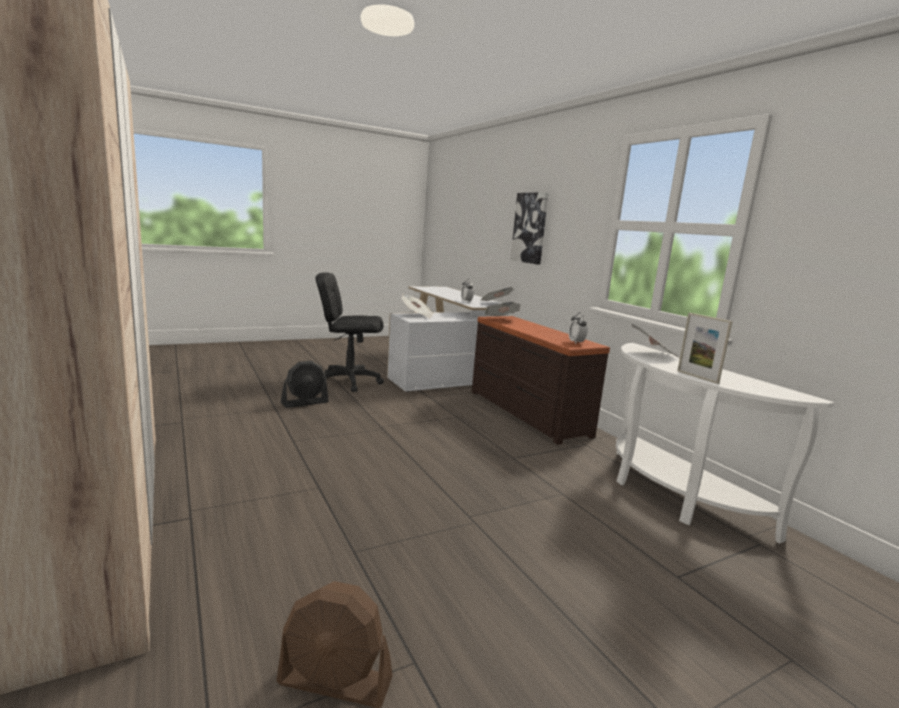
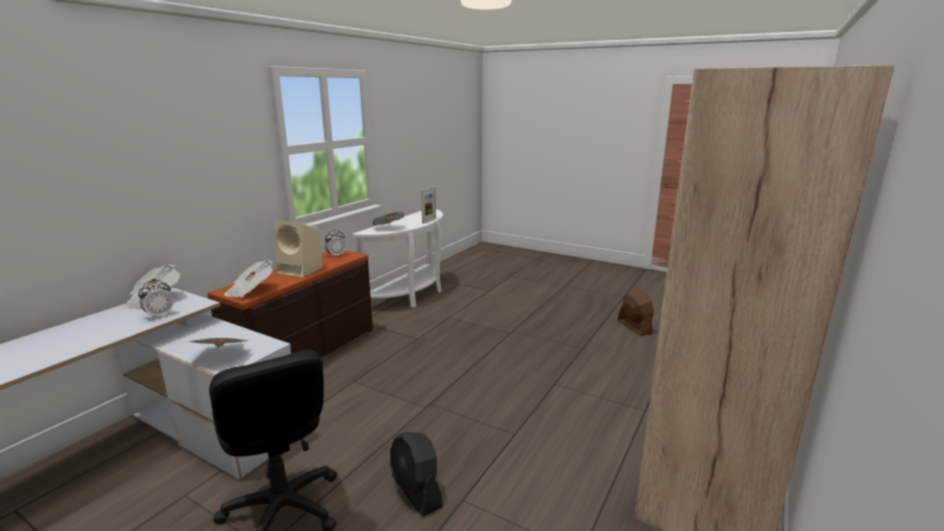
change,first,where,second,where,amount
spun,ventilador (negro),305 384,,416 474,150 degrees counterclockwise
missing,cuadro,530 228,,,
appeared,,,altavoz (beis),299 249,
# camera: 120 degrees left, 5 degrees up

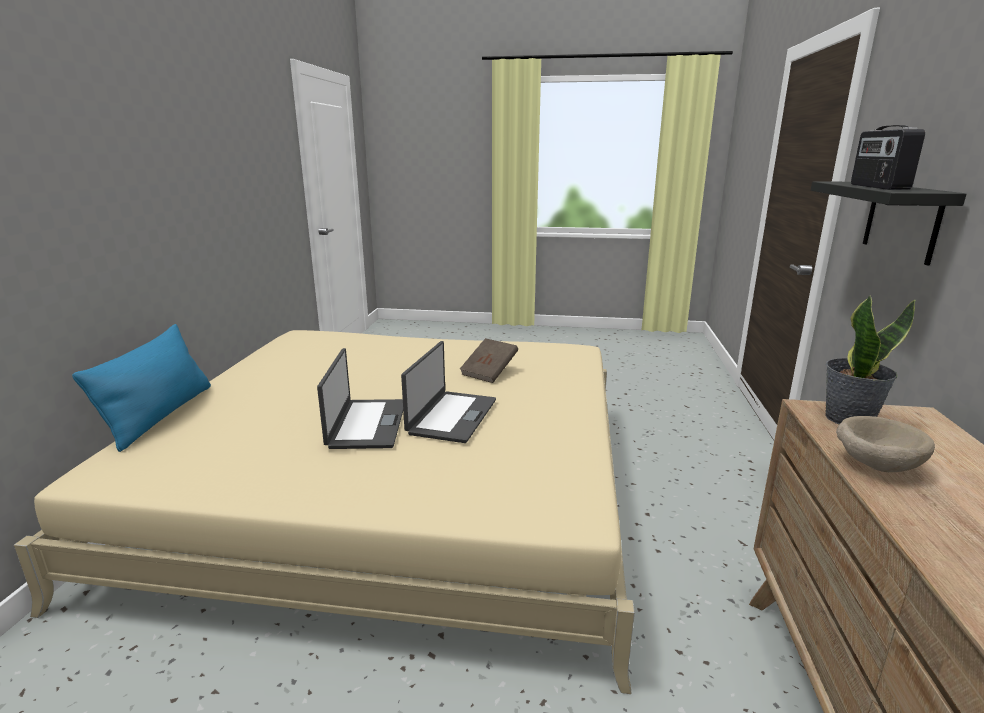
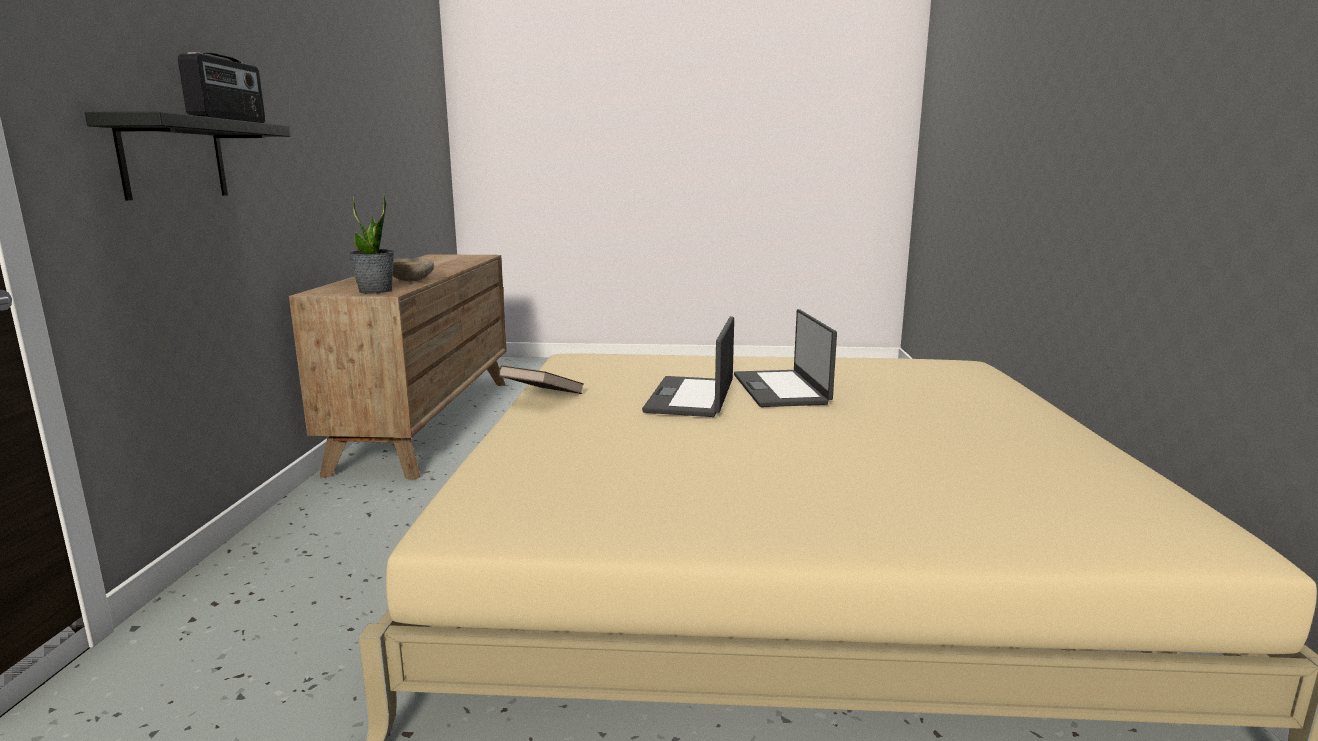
change,first,where,second,where,amount
missing,cojín (azul),141 388,,,
relocated,libro (marrón),489 360,,541 379,
# camera: 175 degrees right, 5 degrees down

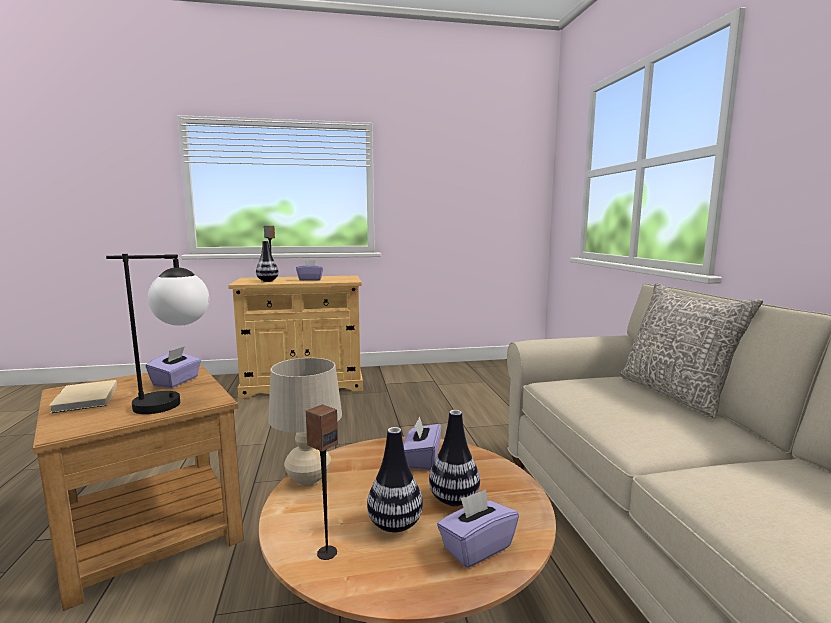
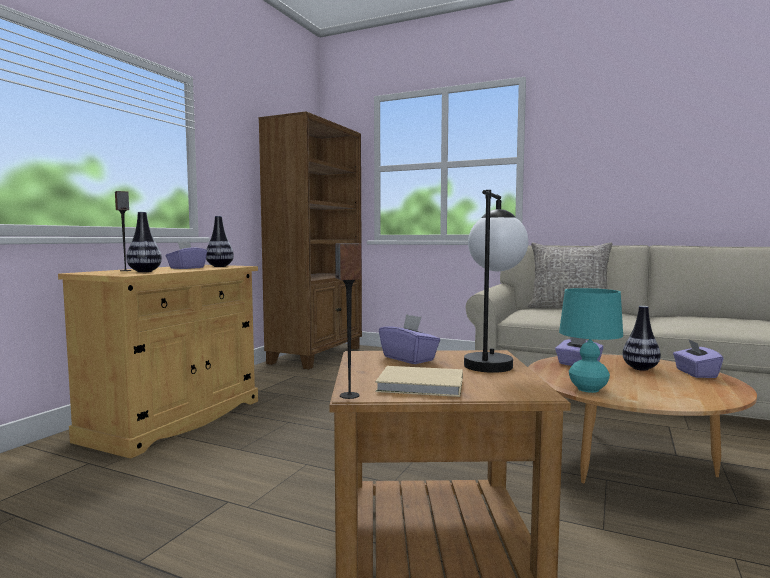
change,first,where,second,where,amount
colour,lámpara de mesa (beis),305 422,lámpara de mesa (turquesa),591 340,
relocated,altavoz,322 482,,348 321,
relocated,florero,395 480,,220 241,
appeared,,,estantería (marrón),310 240,
# camera: 55 degrees left, 5 degrees down

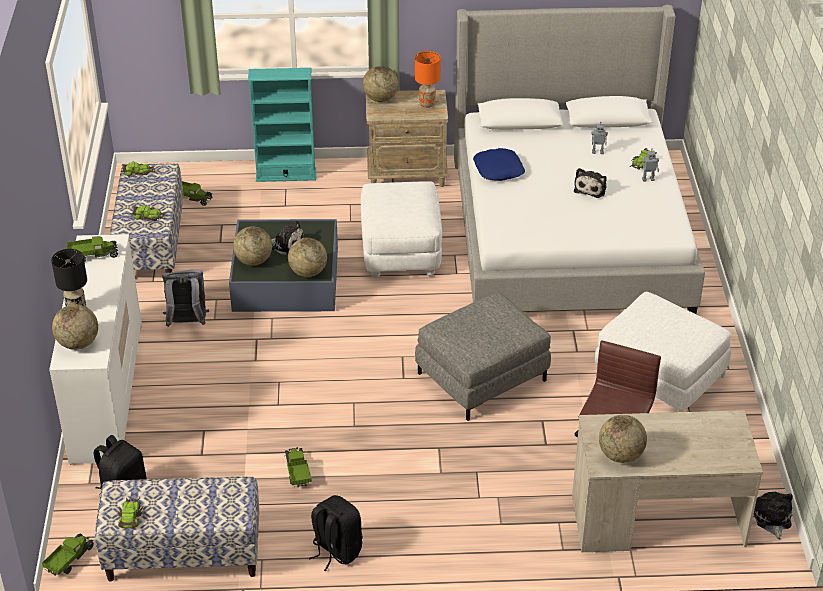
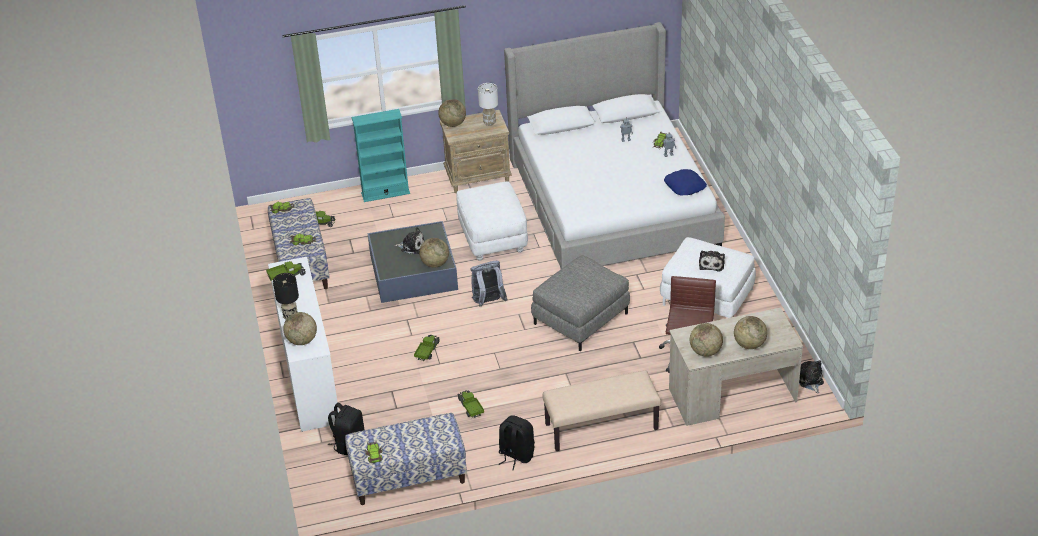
change,first,where,second,where,amount
relocated,camión de juguete,68 554,,427 348,
relocated,mochila (gris),185 298,,489 284,
relocated,globo terráqueo,252 246,,750 332,
colour,lámpara de mesa (naranja),428 79,lámpara de mesa (blanco),488 104,
relocated,cojín (azul),499 164,,685 182,
relocated,peluche,590 183,,712 261,
appeared,,,banco (beis),602 410,
# camera: 10 degrees left, 0 degrees up

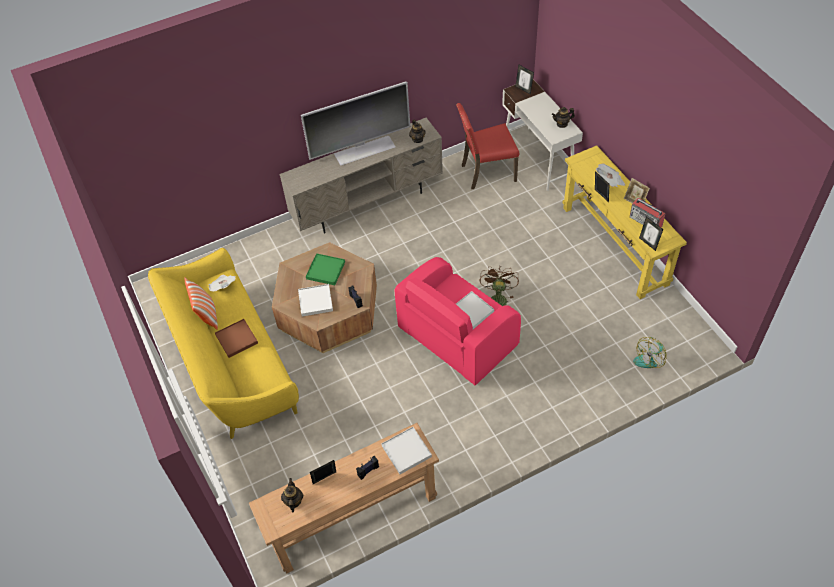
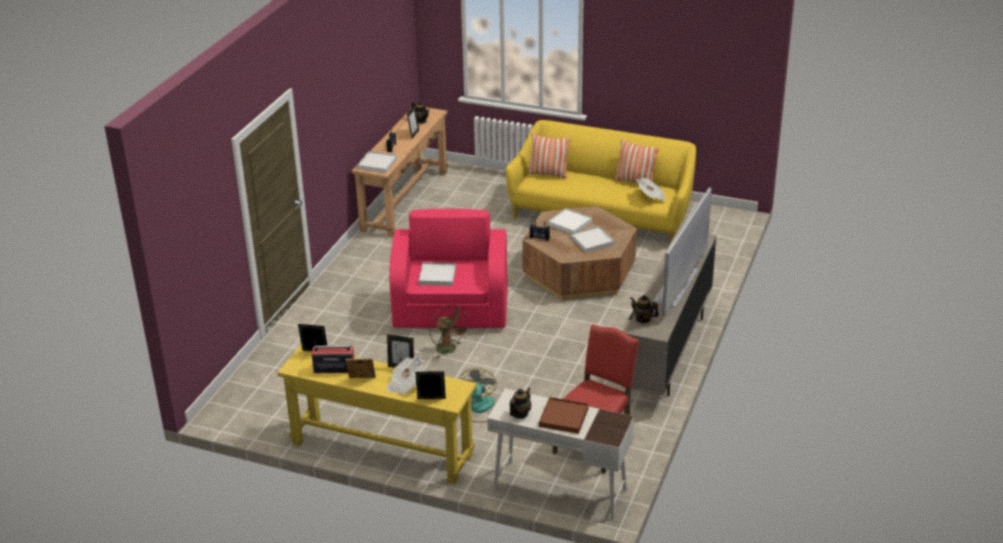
change,first,where,second,where,amount
relocated,bandeja (marrón),236 338,,564 415,
colour,bandeja (verde),325 269,bandeja (blanco),593 239,
relocated,portarretratos,524 79,,430 385,
relocated,ventilador,650 352,,478 395,
appeared,,,cojín,549 155,
# camera: 135 degrees right, 20 degrees down

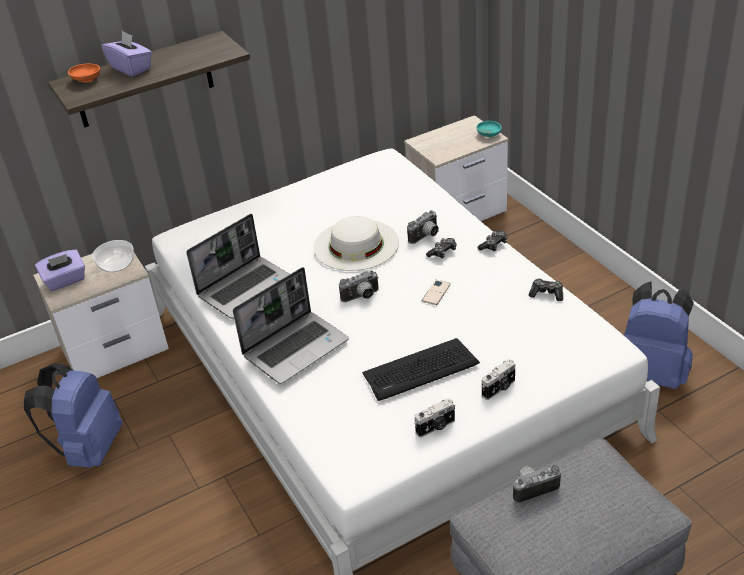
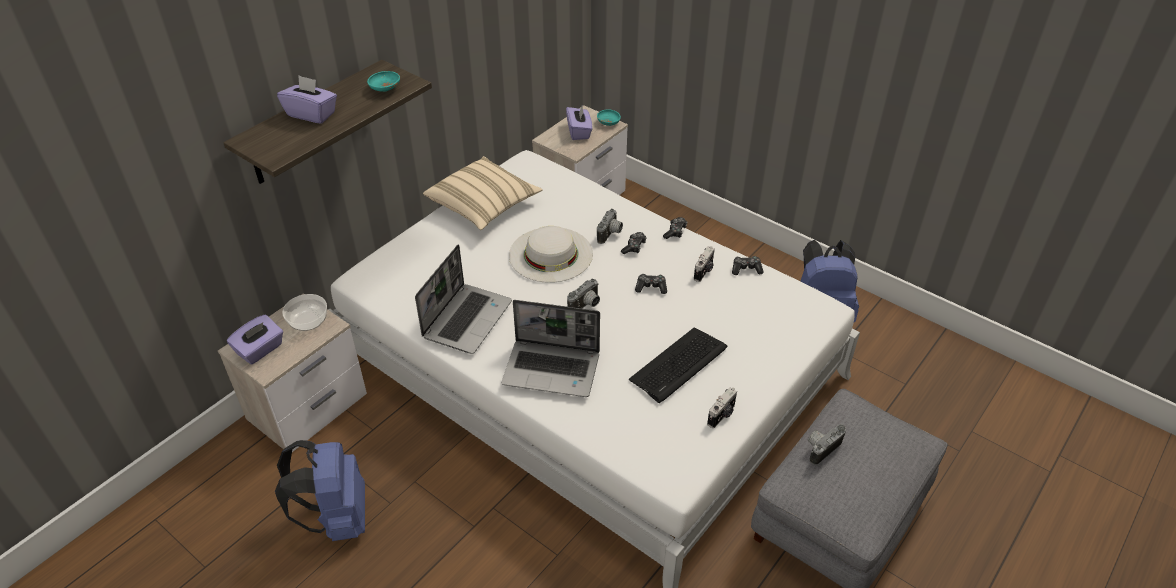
change,first,where,second,where,amount
missing,cuenco (naranja),84 73,,,
spun,portátil,291 325,,551 348,75 degrees clockwise
exchanged,móvil,436 292,mando de consola,651 284,
relocated,cámara,498 379,,704 264,
appeared,,,cuenco (turquesa),383 81,
appeared,,,cojín (beis),483 193,
appeared,,,caja de pañuelos (morado),579 123,
# camera: 25 degrees left, 5 degrees up

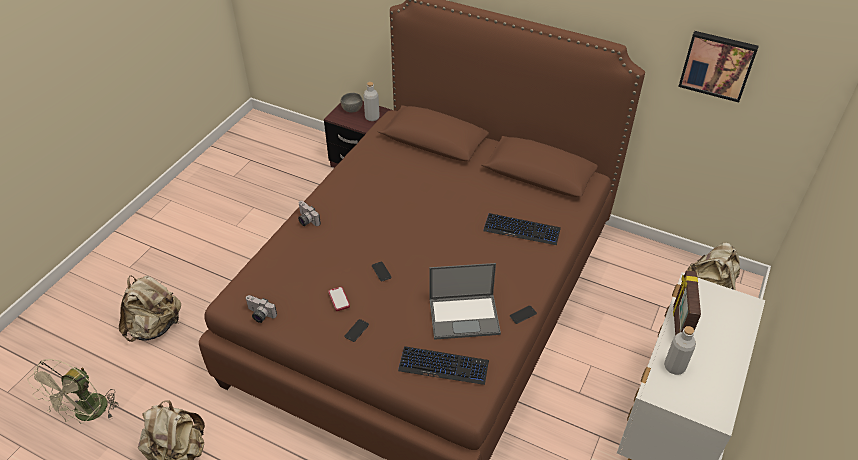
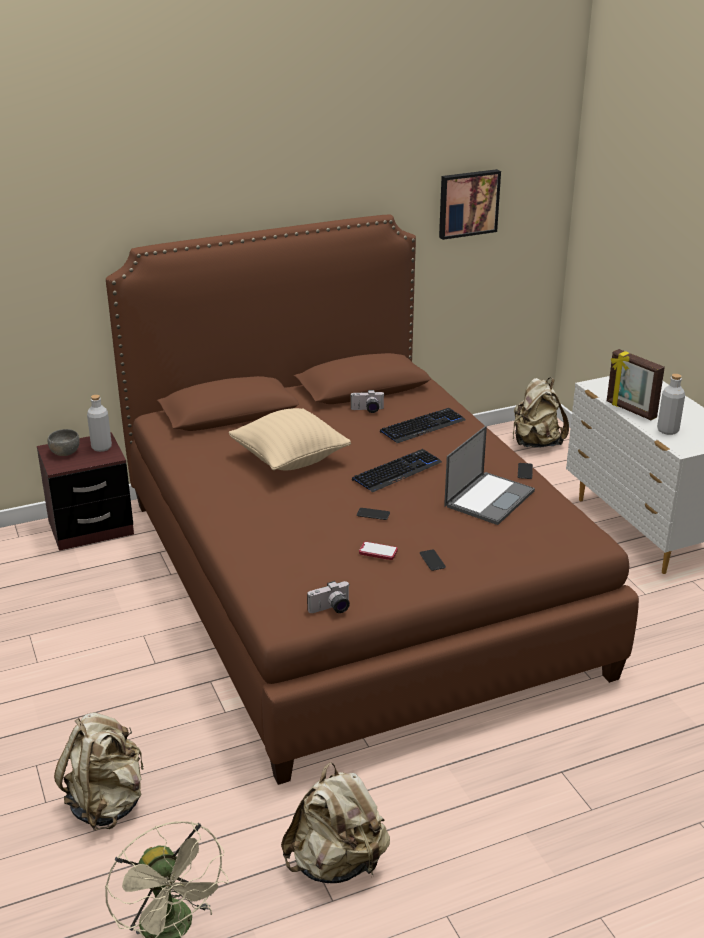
change,first,where,second,where,amount
relocated,cámara,309 213,,368 401,
relocated,teclado,443 365,,397 470,
appeared,,,cojín (beis),289 439,
# camera: 50 degrees left, 15 degrees down

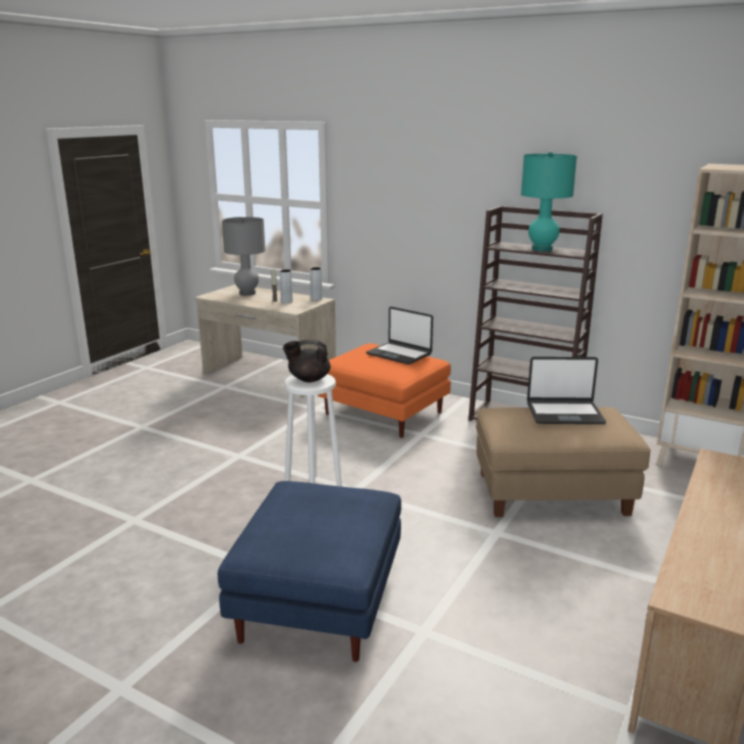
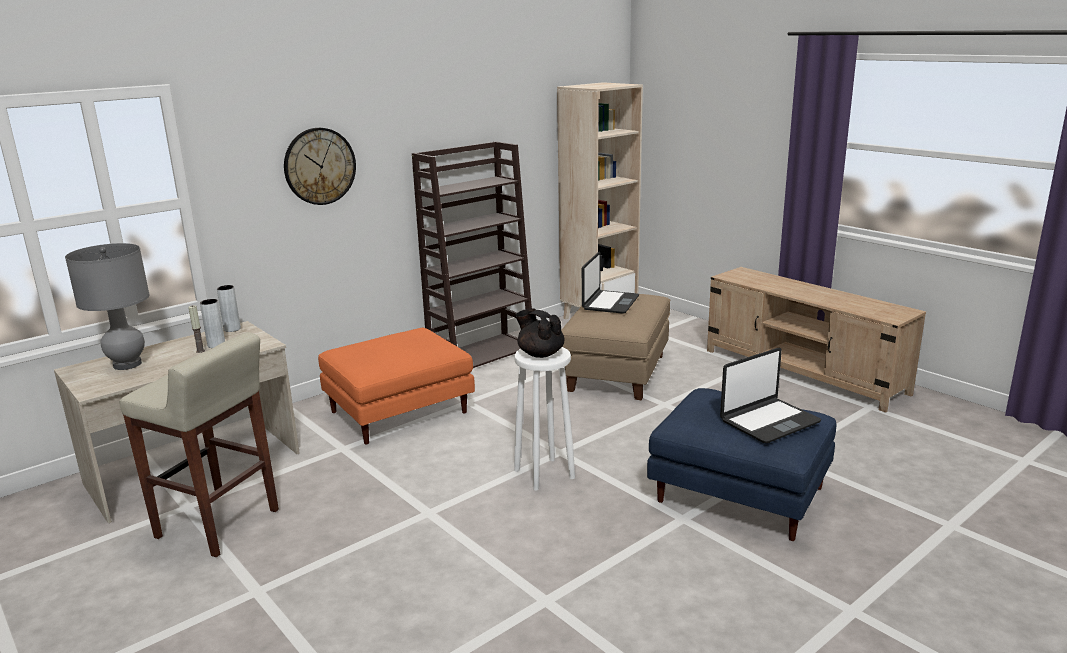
change,first,where,second,where,amount
spun,tetera (negro),307 360,,539 333,120 degrees clockwise
relocated,portátil,399 336,,770 395,
missing,lámpara de mesa (turquesa),549 201,,,
appeared,,,taburete (beis),199 444,
appeared,,,reloj de pared,320 166,
# camera: 70 degrees left, 0 degrees up

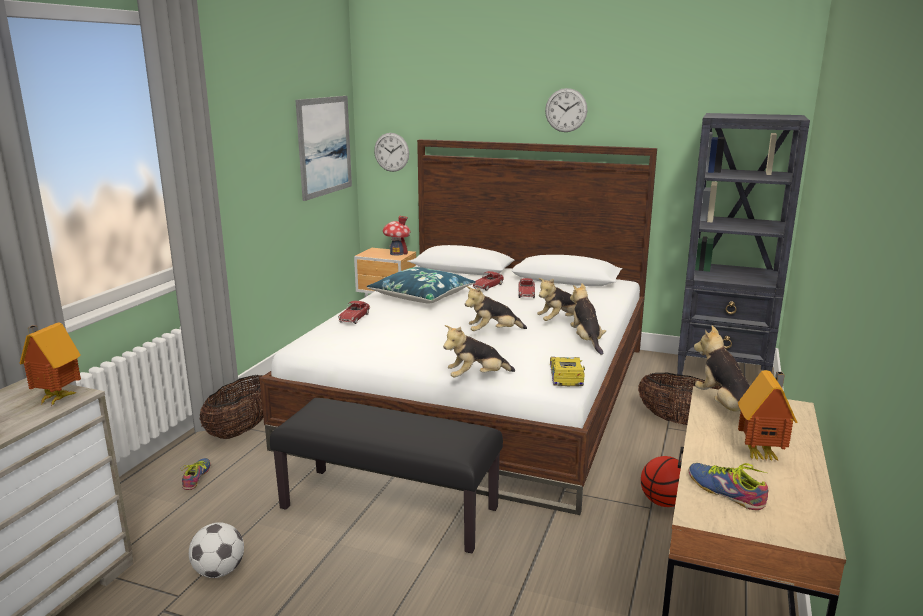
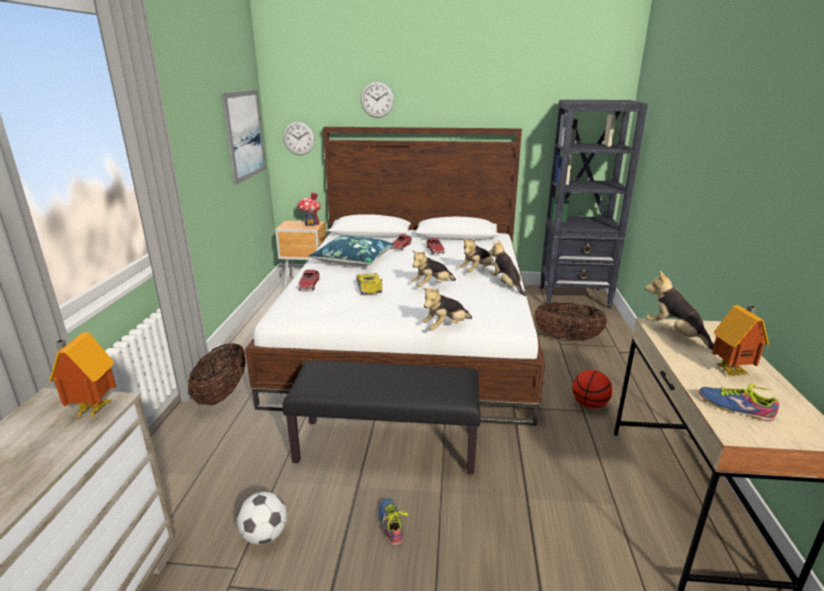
change,first,where,second,where,amount
relocated,zapato,195 474,,393 521,
relocated,reloj de pared,566 110,,377 100,
relocated,coche de juguete,567 371,,369 283,
# camera: 15 degrees left, 5 degrees up

